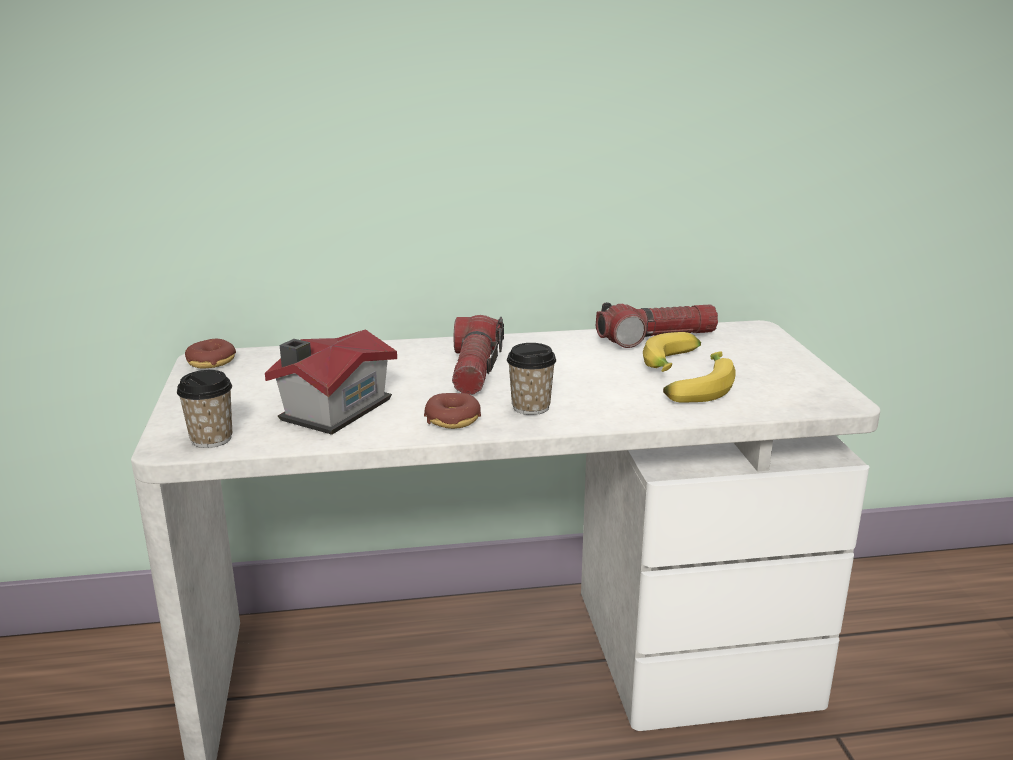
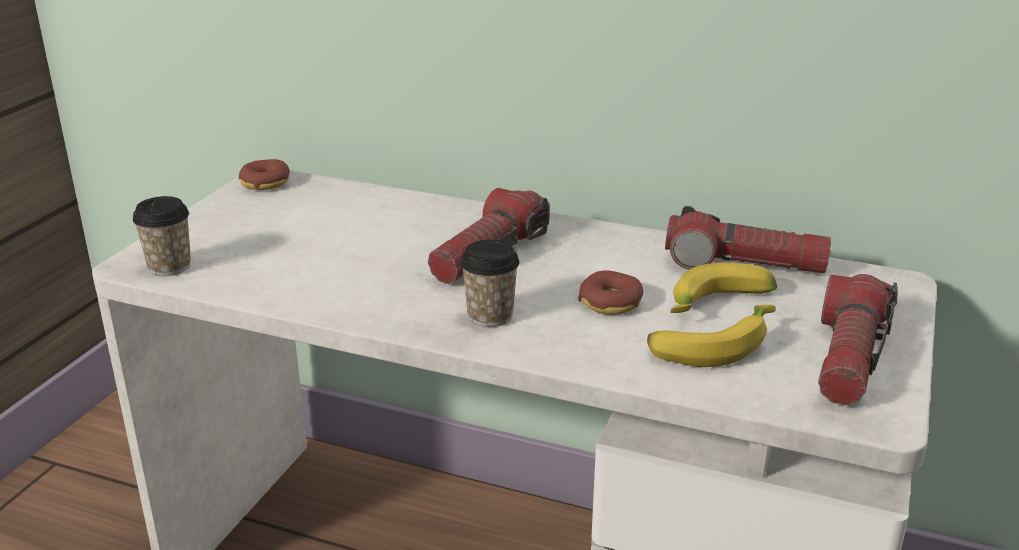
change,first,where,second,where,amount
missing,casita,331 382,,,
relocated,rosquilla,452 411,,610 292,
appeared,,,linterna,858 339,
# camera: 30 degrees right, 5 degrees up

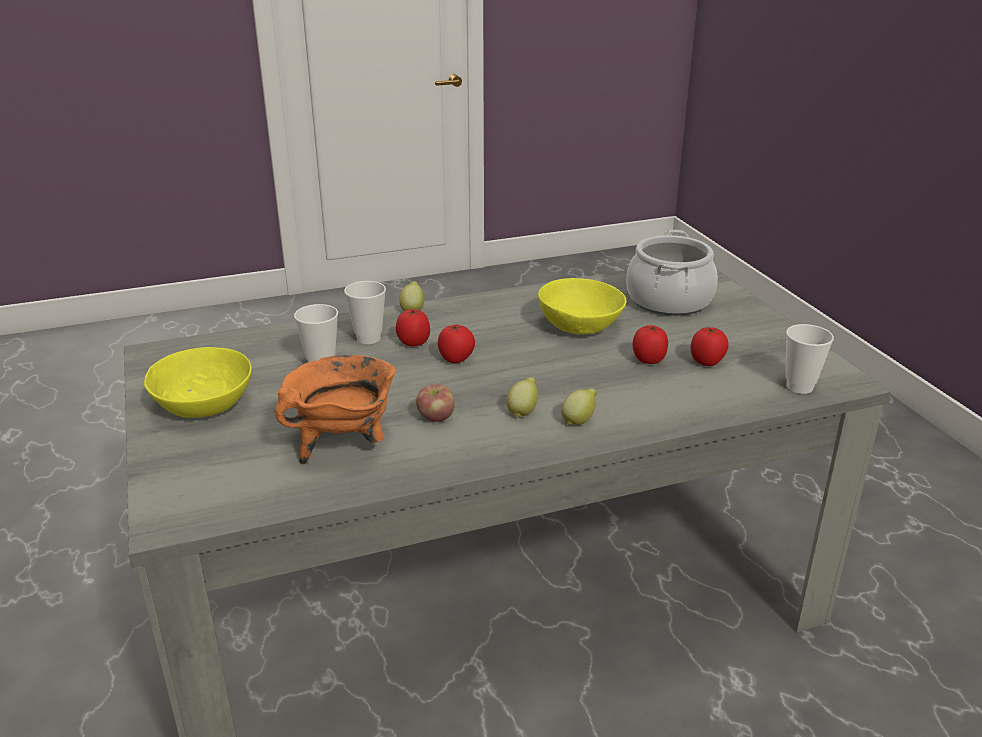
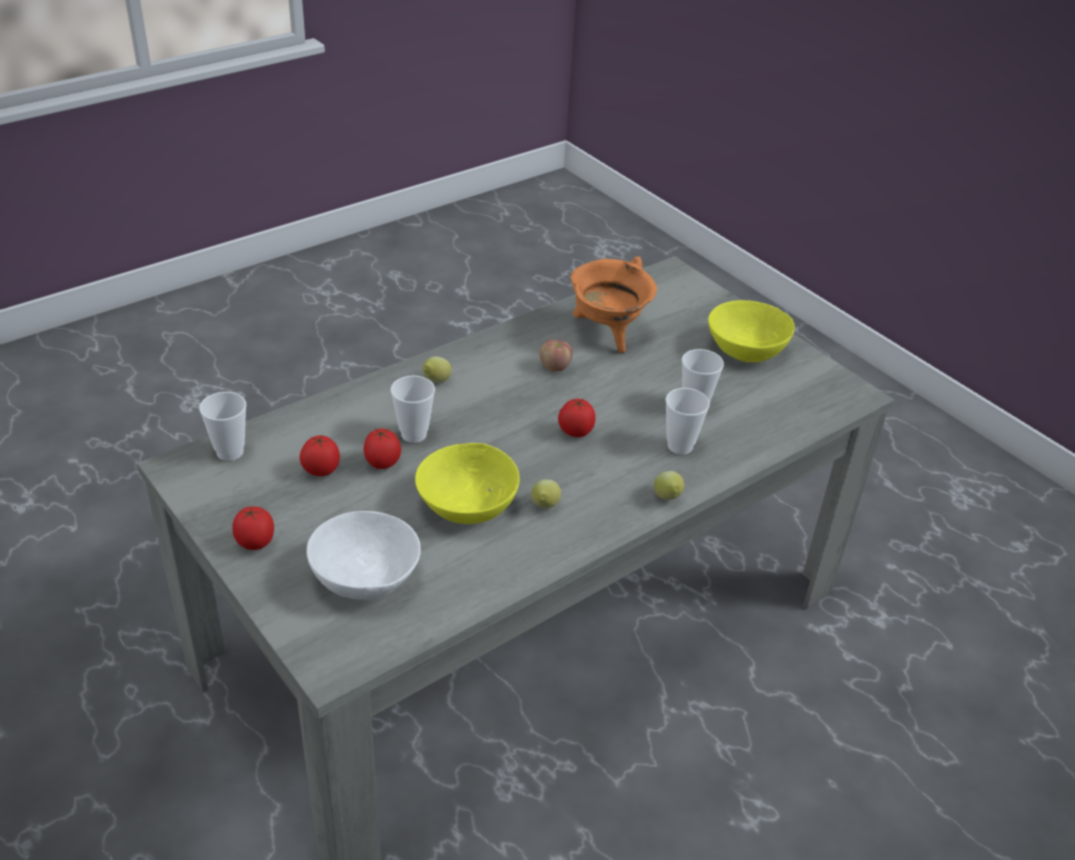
change,first,where,second,where,amount
relocated,tomate,413 328,,253 528,
relocated,limón,522 397,,546 494,
exchanged,olla,672 273,cuenco (blanco),364 555,
appeared,,,taza,412 409,
# camera: 160 degrees right, 10 degrees up

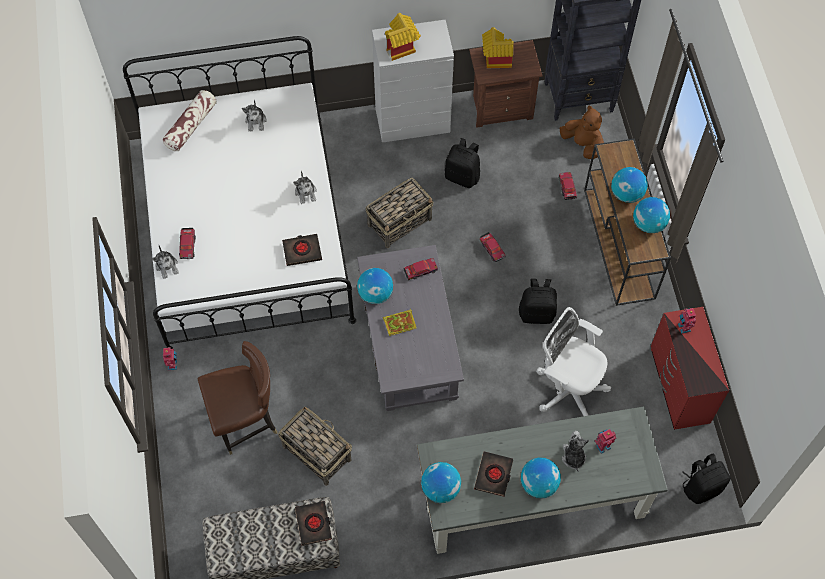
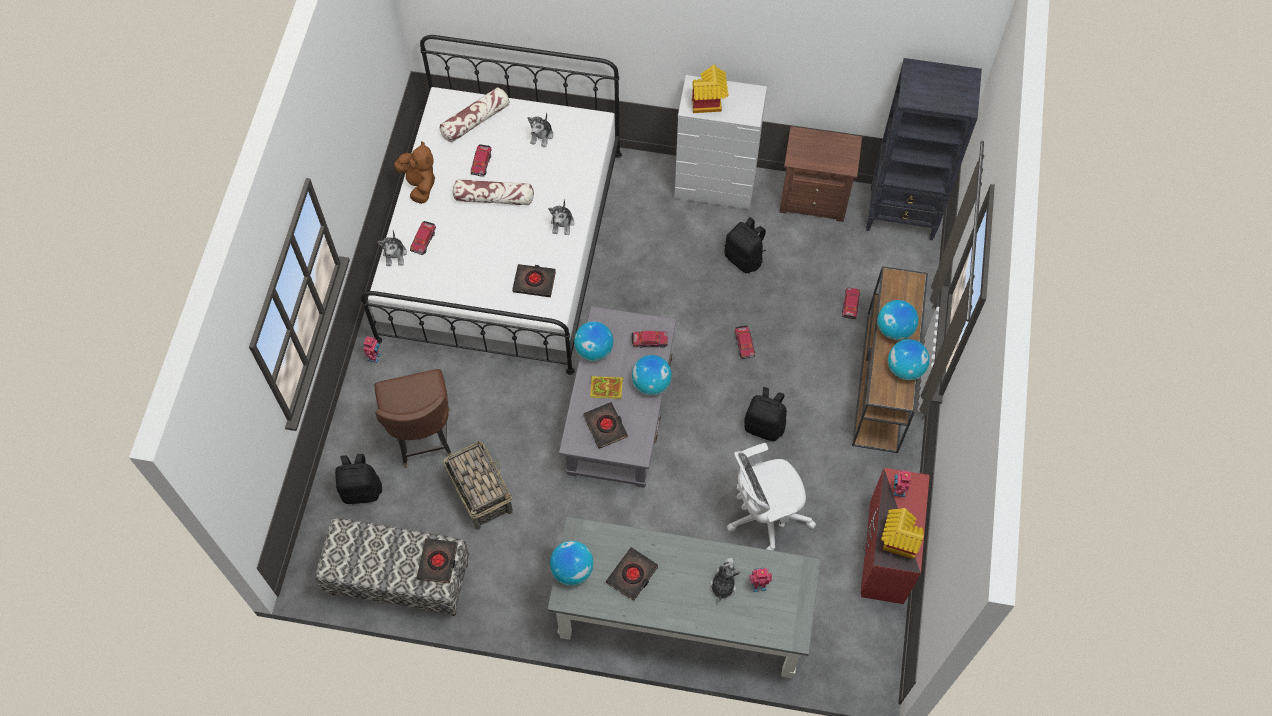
change,first,where,second,where,amount
spun,silla (marrón),237 398,,413 418,75 degrees clockwise
missing,cesta,400 213,,,
relocated,casita,498 47,,902 533,
relocated,globo terráqueo,541 477,,652 375,
spun,silla de oficina (blanco),573 361,,771 497,75 degrees counterclockwise
relocated,peluche (marrón),581 132,,414 172,
relocated,mochila (negro),706 479,,358 479,
appeared,,,cojín,493 192,
appeared,,,coche de juguete,481 160,
appeared,,,libro (negro),605 425,
# camera: 20 degrees right, 0 degrees up

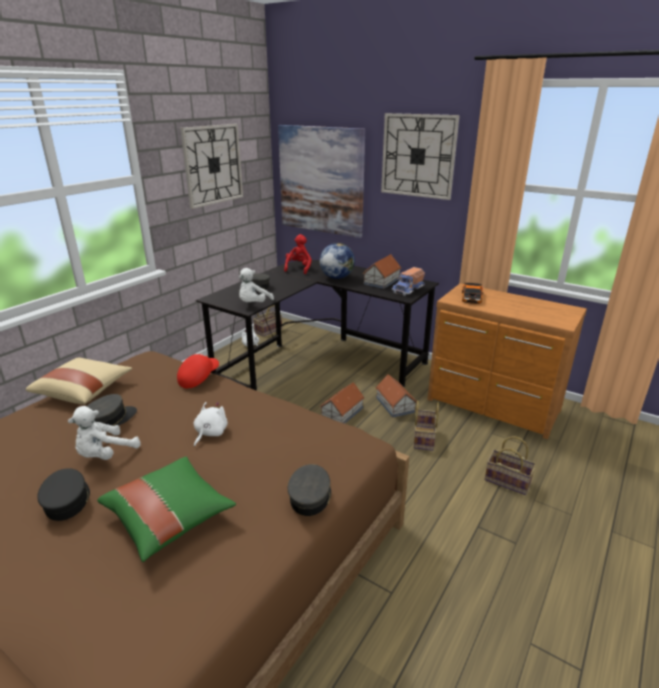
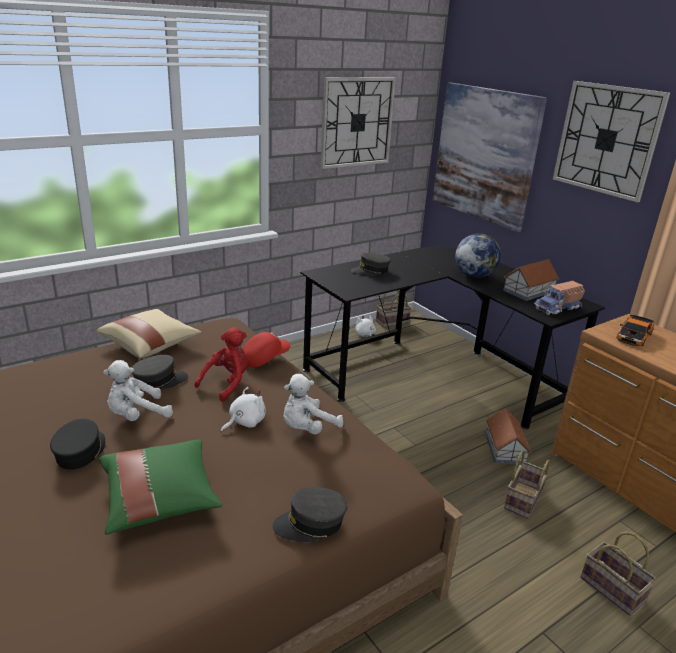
change,first,where,second,where,amount
relocated,peluche (blanco),256 285,,313 404,
relocated,peluche (rojo),298 254,,221 364,
spun,gorra (gris),309 490,,310 514,135 degrees counterclockwise
missing,casita,342 403,,,
# camera: 20 degrees right, 0 degrees up

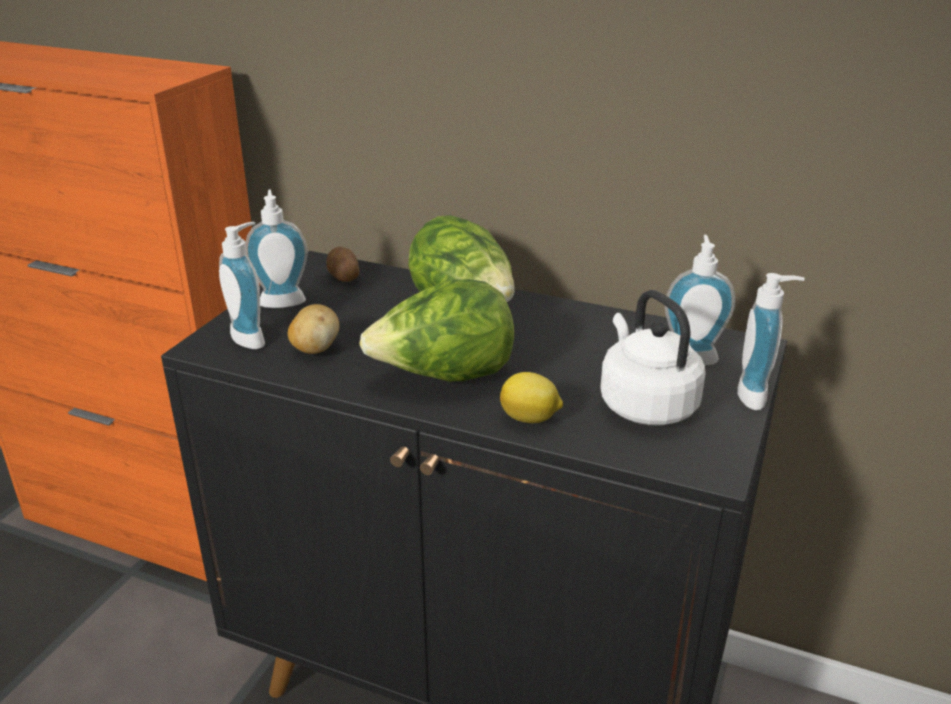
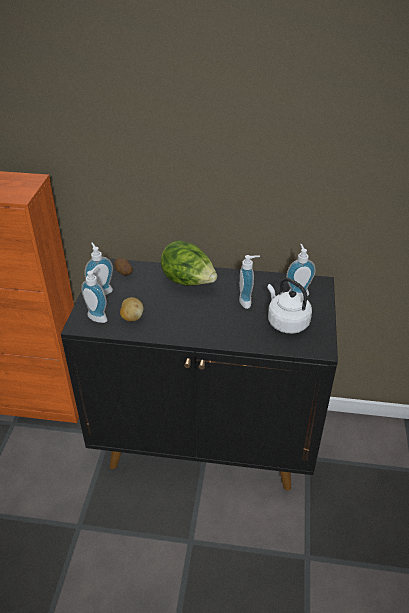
change,first,where,second,where,amount
missing,lechuga,436 330,,,
missing,limón,531 397,,,
relocated,dispensador de jabón,771 341,,249 282,
# camera: 15 degrees left, 10 degrees up

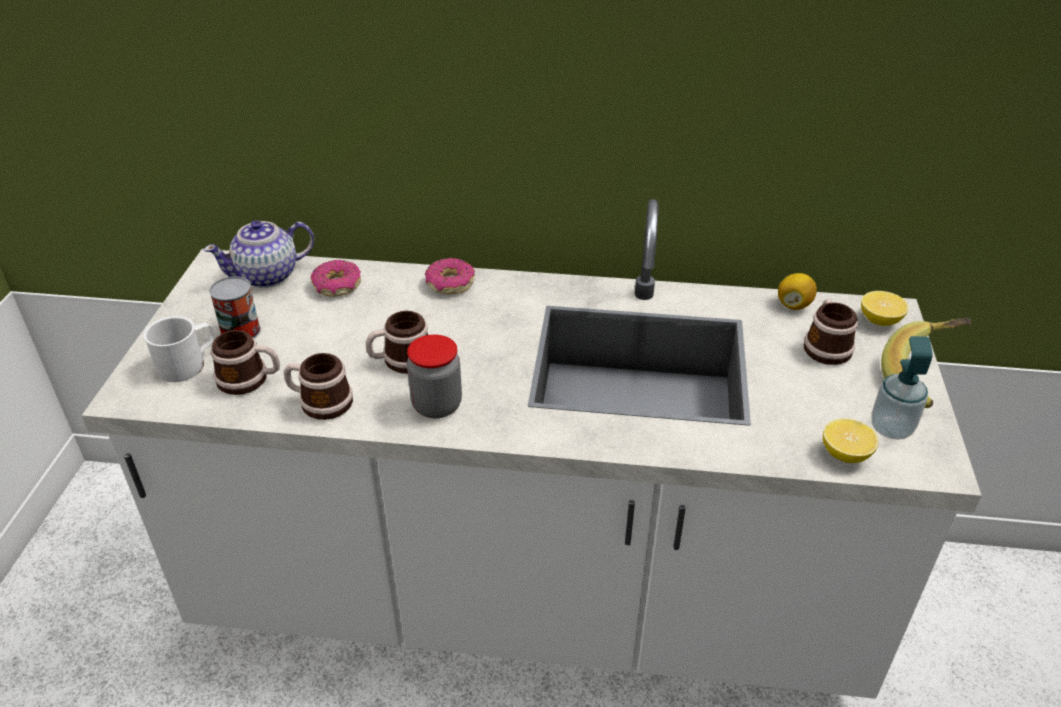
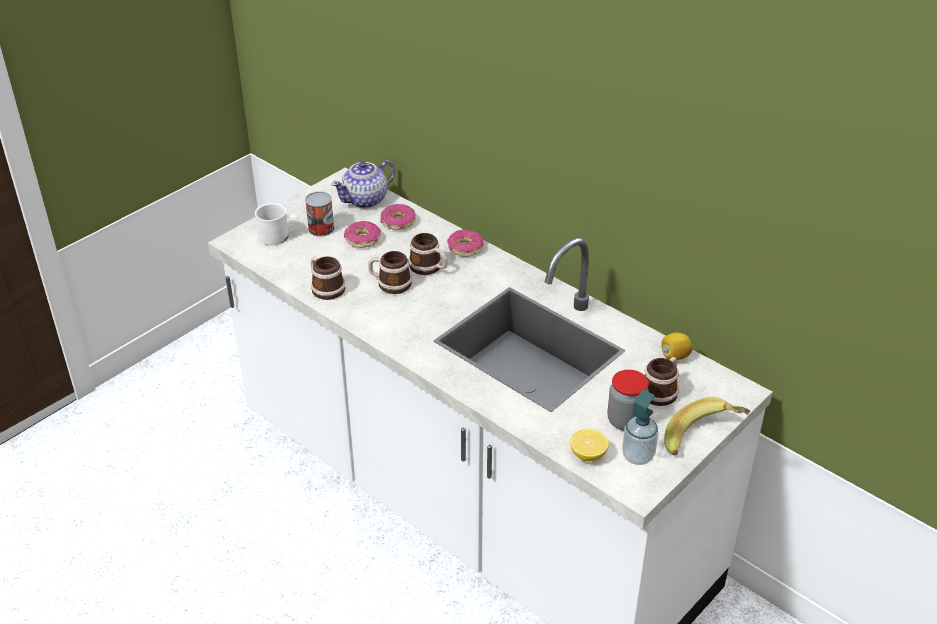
change,first,where,second,where,amount
spun,tetera,259 254,,363 184,45 degrees counterclockwise
relocated,taza grande,245 362,,428 254,
relocated,tarro,434 376,,628 400,
missing,limón,884 308,,,
appeared,,,rosquilla,362 234,
# camera: 35 degrees right, 0 degrees up

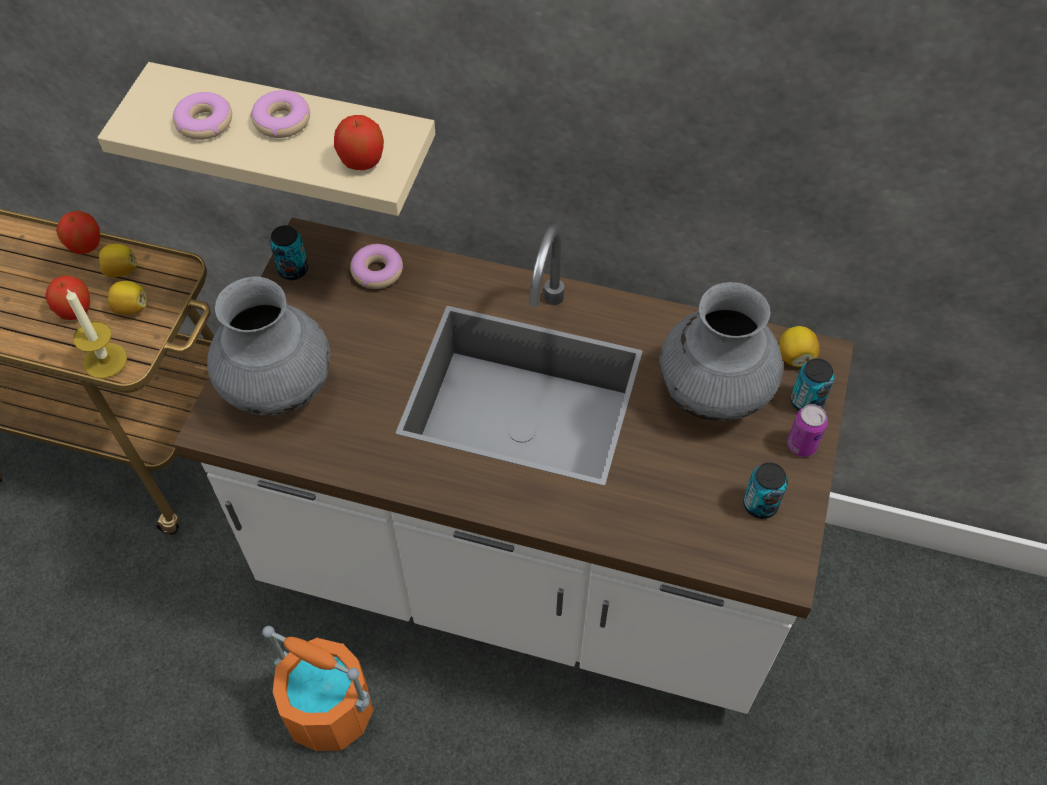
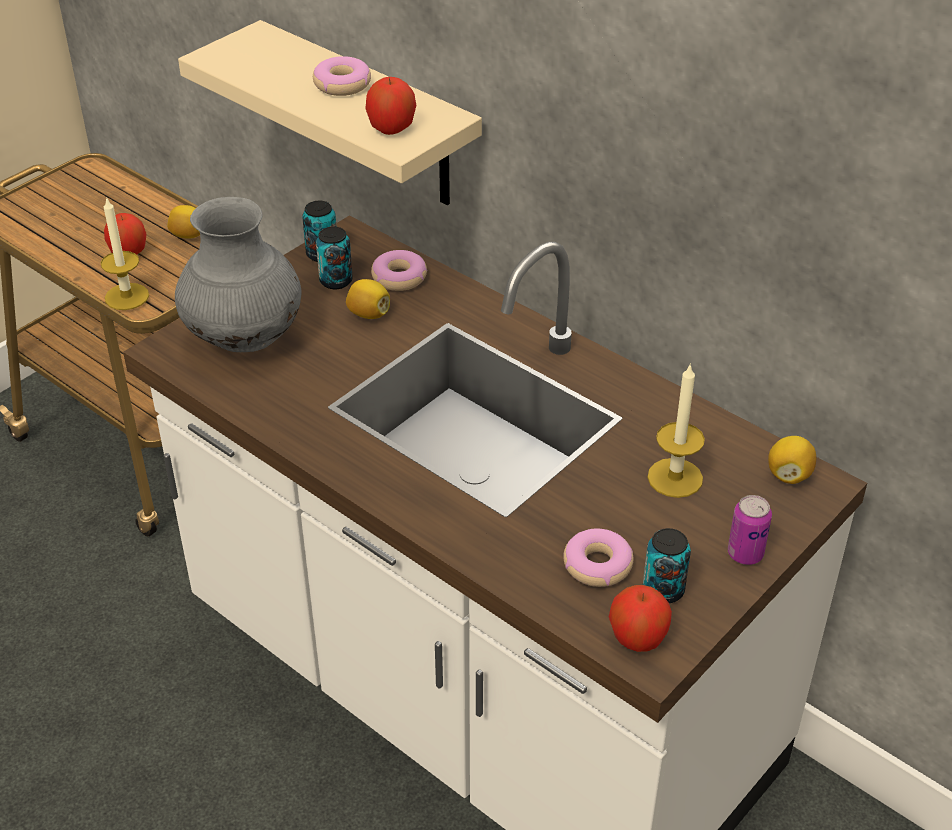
change,first,where,second,where,amount
relocated,manzana,78 232,,640 618,
relocated,limón,127 298,,368 299,
relocated,rosquilla,202 116,,598 558,
missing,cubo (naranja),318 688,,,
exchanged,florero (gris),721 351,vela,676 430,
relocated,lata,812 384,,334 258,
# camera: 25 degrees right, 15 degrees down

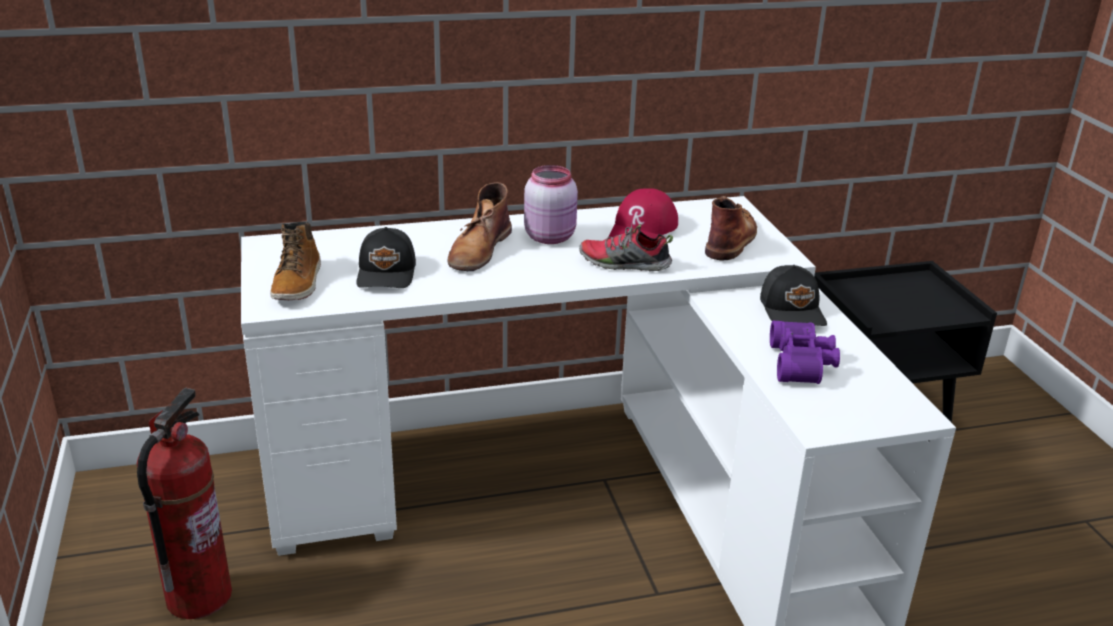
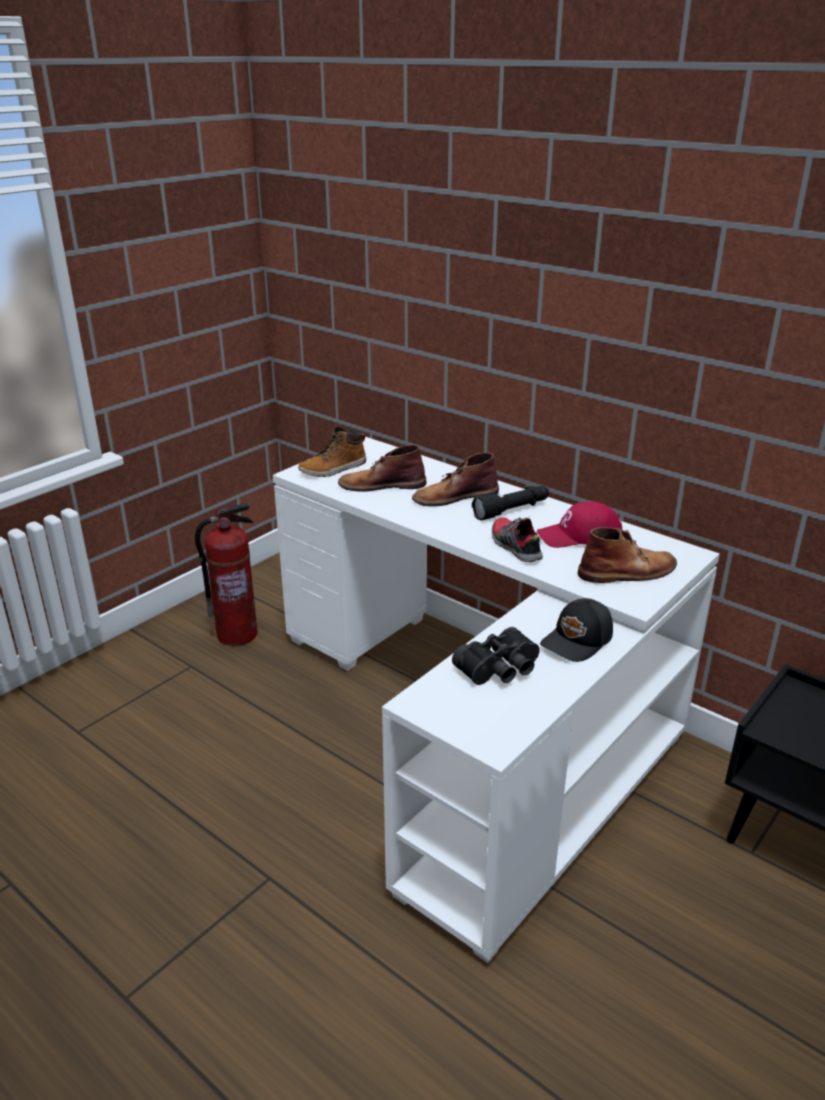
change,first,where,second,where,amount
exchanged,gorra (negro),386 257,bota (marrón),382 468,
exchanged,tarro (rosa),551 204,linterna (negro),510 503,
colour,prismáticos (morado),805 352,prismáticos (negro),496 656,
# camera: 55 degrees right, 0 degrees up

